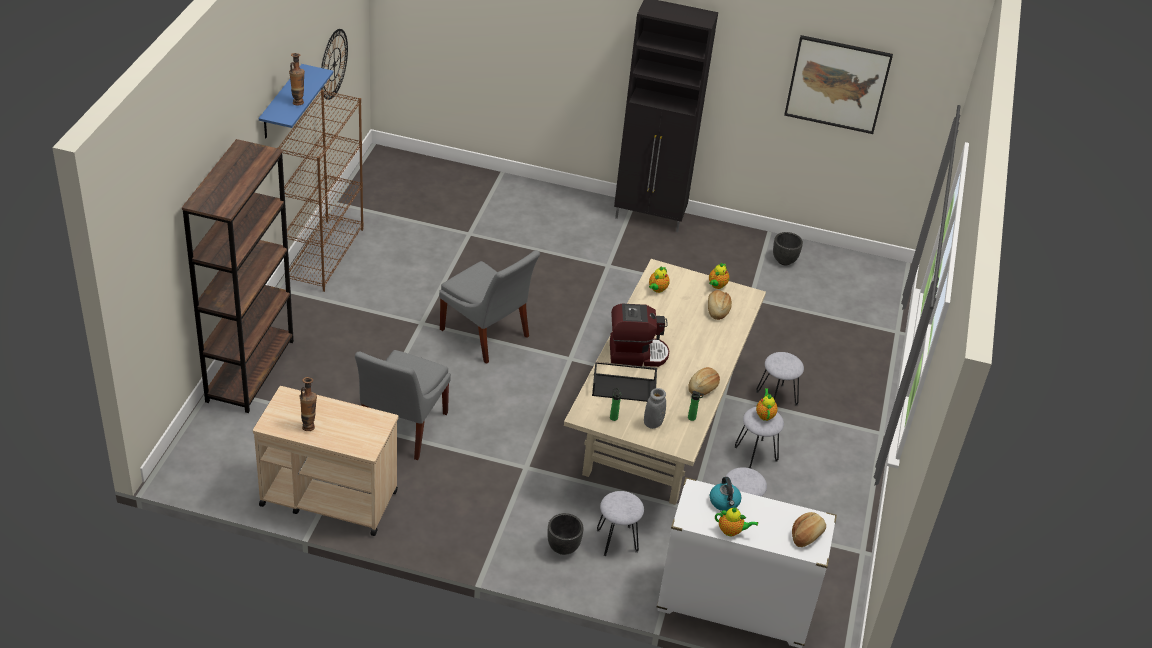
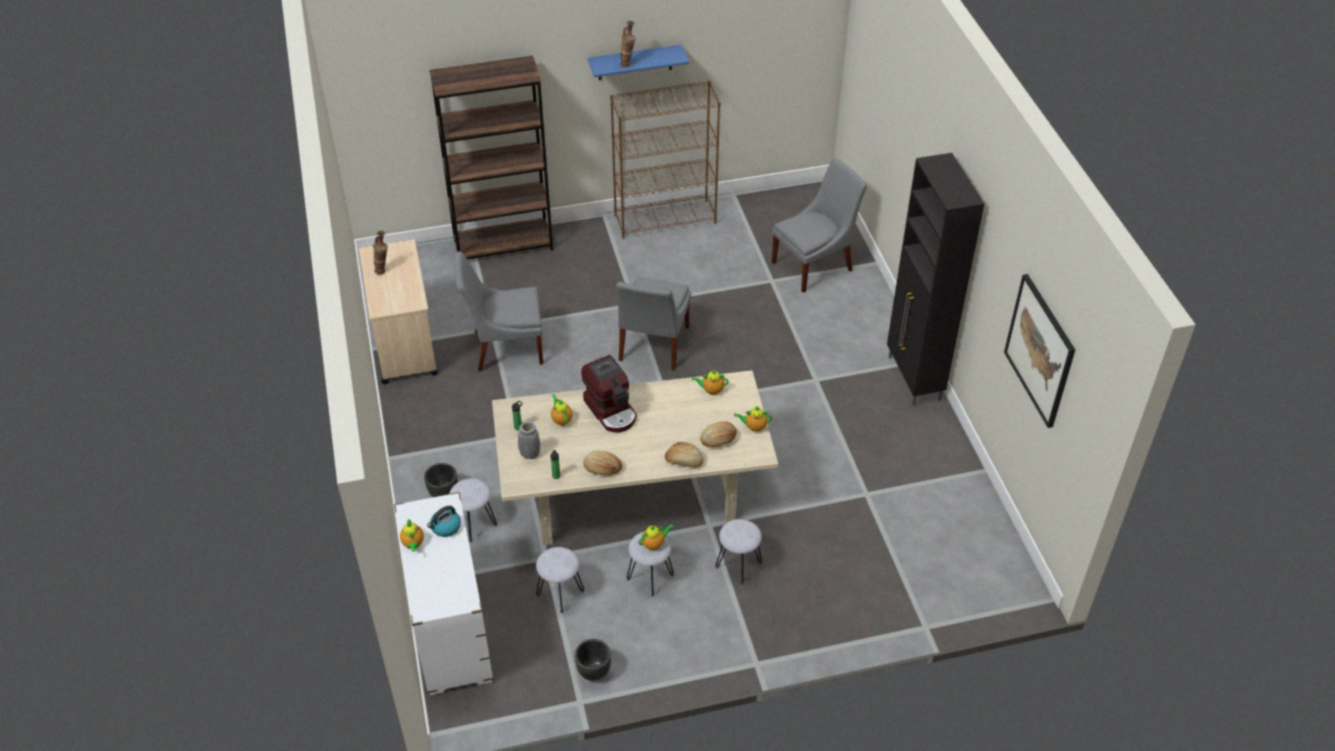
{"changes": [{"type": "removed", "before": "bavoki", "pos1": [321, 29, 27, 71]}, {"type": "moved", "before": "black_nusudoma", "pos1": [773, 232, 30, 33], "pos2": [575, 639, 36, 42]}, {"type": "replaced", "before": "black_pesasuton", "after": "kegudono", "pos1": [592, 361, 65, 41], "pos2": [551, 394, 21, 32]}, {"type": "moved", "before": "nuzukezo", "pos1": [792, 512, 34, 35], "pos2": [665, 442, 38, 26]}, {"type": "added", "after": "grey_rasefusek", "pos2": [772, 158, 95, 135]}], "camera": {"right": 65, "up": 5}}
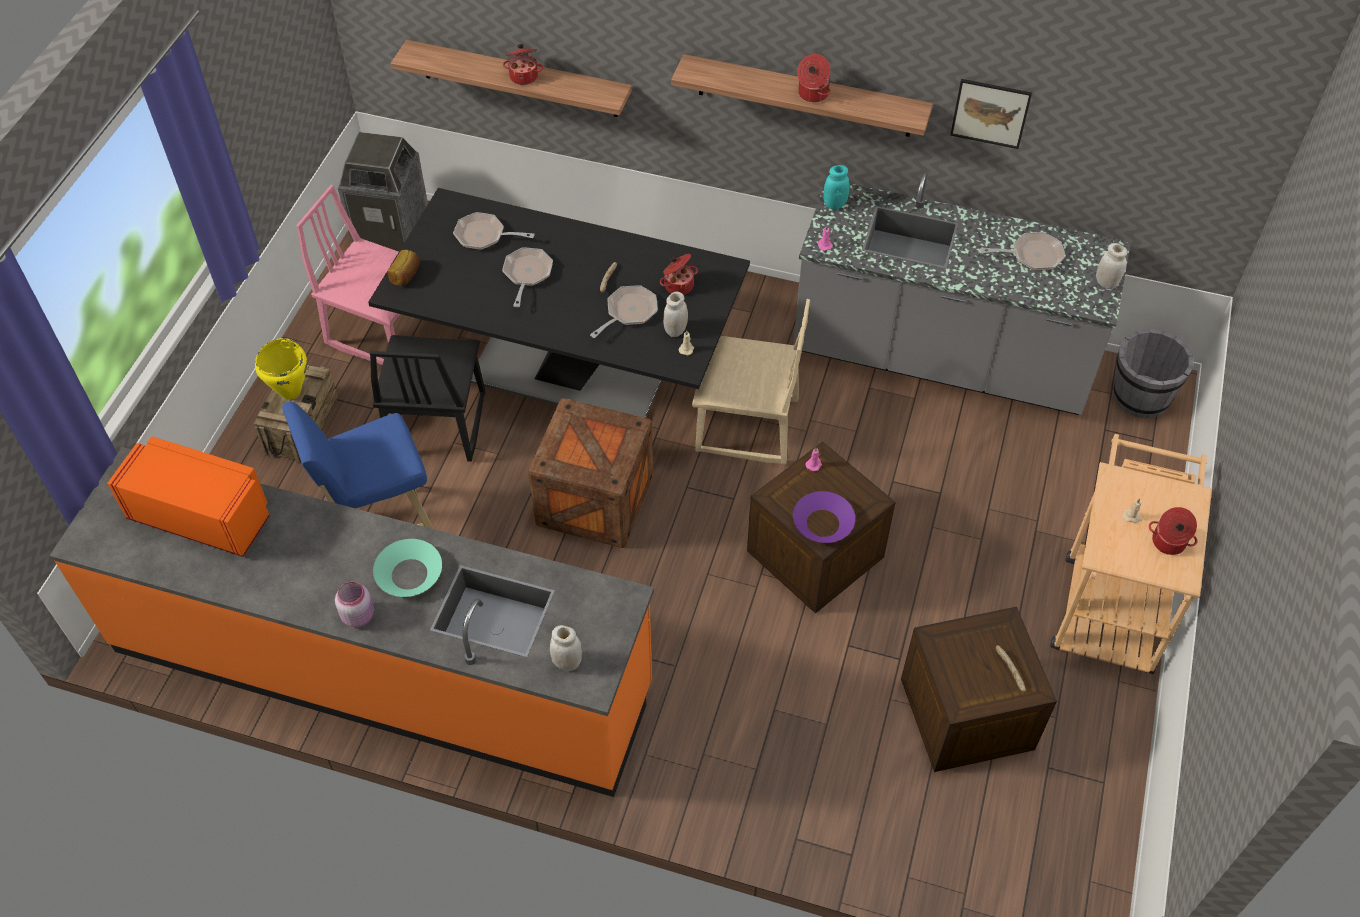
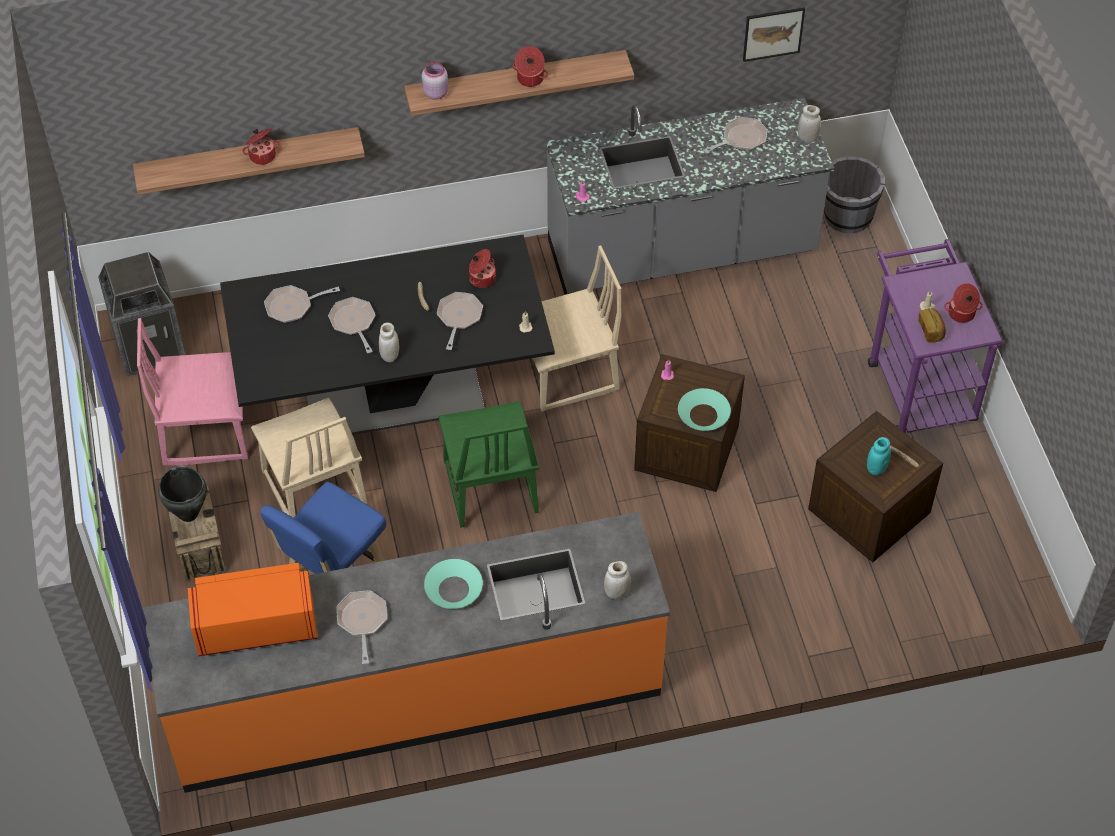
{"changes": [{"type": "moved", "before": "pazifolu", "pos1": [950, 79, 82, 70], "pos2": [743, 7, 62, 55]}, {"type": "moved", "before": "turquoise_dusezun", "pos1": [824, 165, 26, 44], "pos2": [867, 437, 24, 38]}, {"type": "moved", "before": "nuzukezo", "pos1": [387, 250, 33, 36], "pos2": [918, 308, 28, 35]}, {"type": "moved", "before": "white_dusezun", "pos1": [663, 292, 25, 45], "pos2": [379, 322, 20, 40]}, {"type": "recoloured", "before": "black_rasefusek", "after": "beige_rasefusek", "pos1": [369, 335, 117, 127], "pos2": [251, 398, 116, 120]}, {"type": "recoloured", "before": "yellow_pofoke", "after": "black_pofoke", "pos1": [255, 338, 52, 62], "pos2": [158, 466, 49, 56]}, {"type": "replaced", "before": "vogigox", "after": "green_rasefusek", "pos1": [528, 398, 125, 150], "pos2": [438, 401, 101, 127]}, {"type": "recoloured", "before": "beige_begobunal", "after": "purple_begobunal", "pos1": [1050, 434, 162, 240], "pos2": [868, 239, 135, 194]}, {"type": "recoloured", "before": "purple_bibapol", "after": "turquoise_bibapol", "pos1": [793, 491, 62, 52], "pos2": [678, 388, 53, 43]}, {"type": "moved", "before": "pink_dusezun", "pos1": [335, 582, 39, 45], "pos2": [422, 62, 26, 38]}, {"type": "added", "after": "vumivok", "pos2": [336, 590, 51, 74]}], "camera": {"right": -30, "up": 0}}
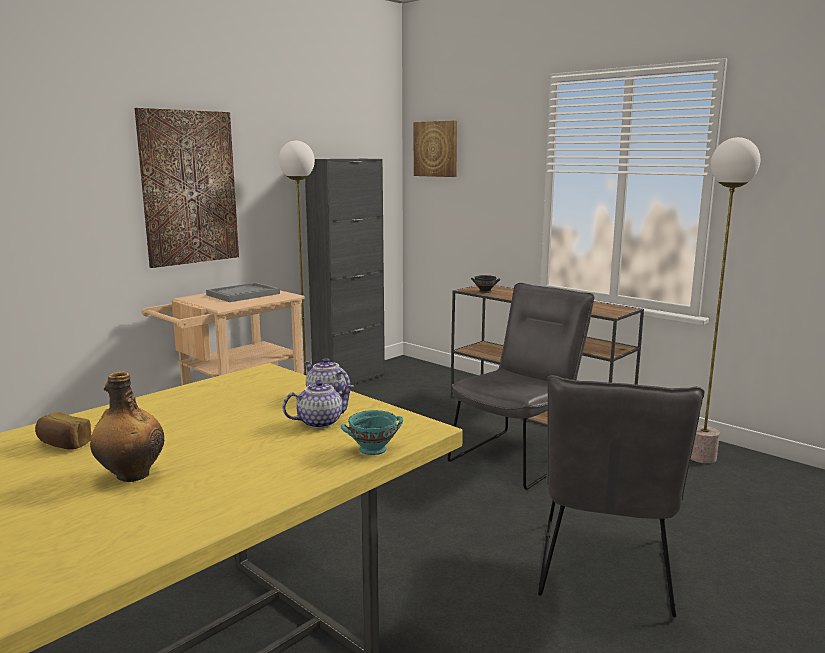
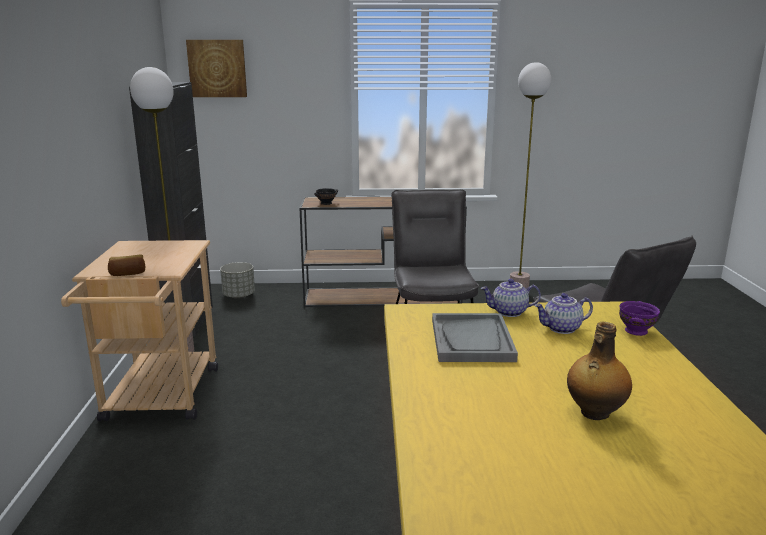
{"changes": [{"type": "removed", "before": "pazifolu", "pos1": [134, 108, 105, 160]}, {"type": "moved", "before": "grey_pesasuton", "pos1": [206, 283, 74, 19], "pos2": [432, 313, 86, 49]}, {"type": "turned", "before": "kegudono", "pos1": [283, 380, 72, 48], "pos2": [534, 293, 59, 41], "turn": -120}, {"type": "recoloured", "before": "turquoise_bibapol", "after": "purple_bibapol", "pos1": [341, 410, 62, 45], "pos2": [619, 301, 41, 35]}, {"type": "moved", "before": "nuzukezo", "pos1": [35, 412, 57, 38], "pos2": [108, 254, 37, 22]}, {"type": "added", "after": "grey_nusudoma", "pos2": [220, 262, 35, 37]}], "camera": {"right": -45, "up": 5}}
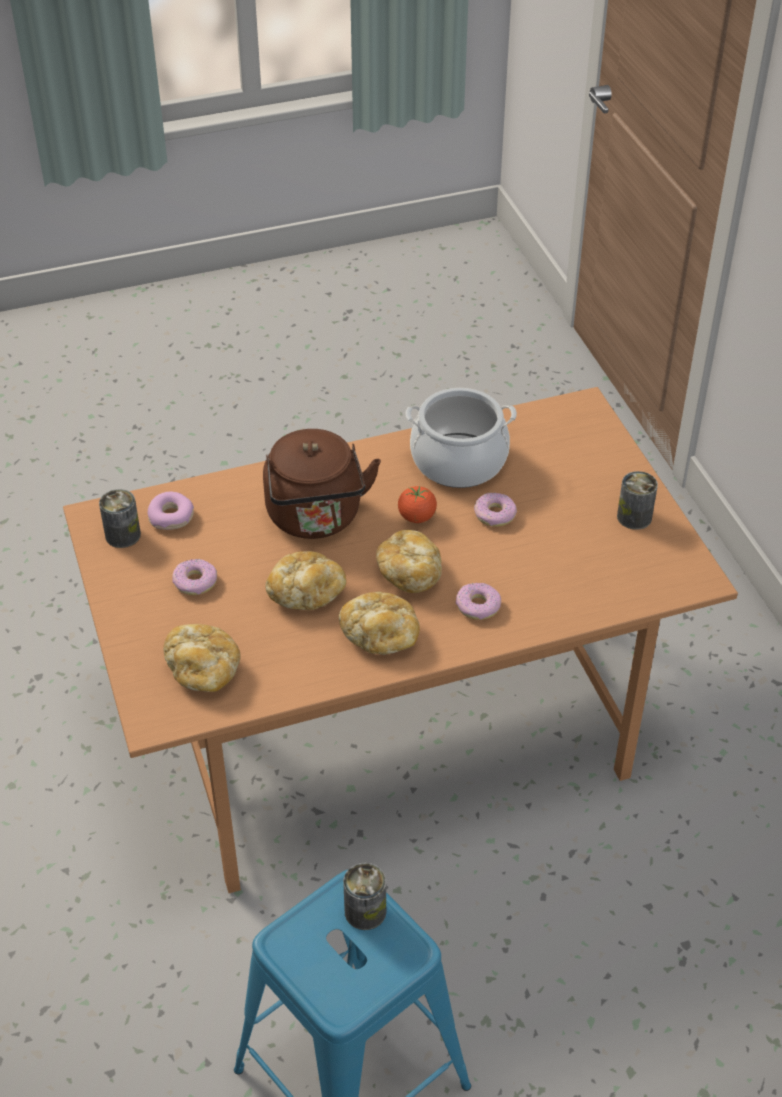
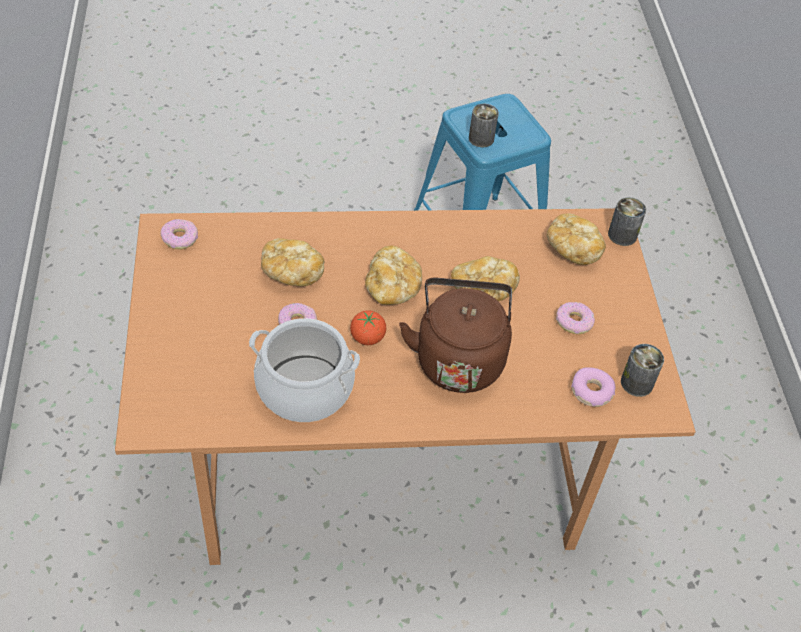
{"changes": [{"type": "moved", "before": "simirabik", "pos1": [617, 471, 41, 59], "pos2": [608, 197, 38, 49]}, {"type": "moved", "before": "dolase", "pos1": [456, 583, 45, 37], "pos2": [160, 219, 38, 30]}, {"type": "moved", "before": "nuzukezo", "pos1": [339, 592, 81, 63], "pos2": [261, 238, 63, 48]}], "camera": {"right": -170, "up": 5}}
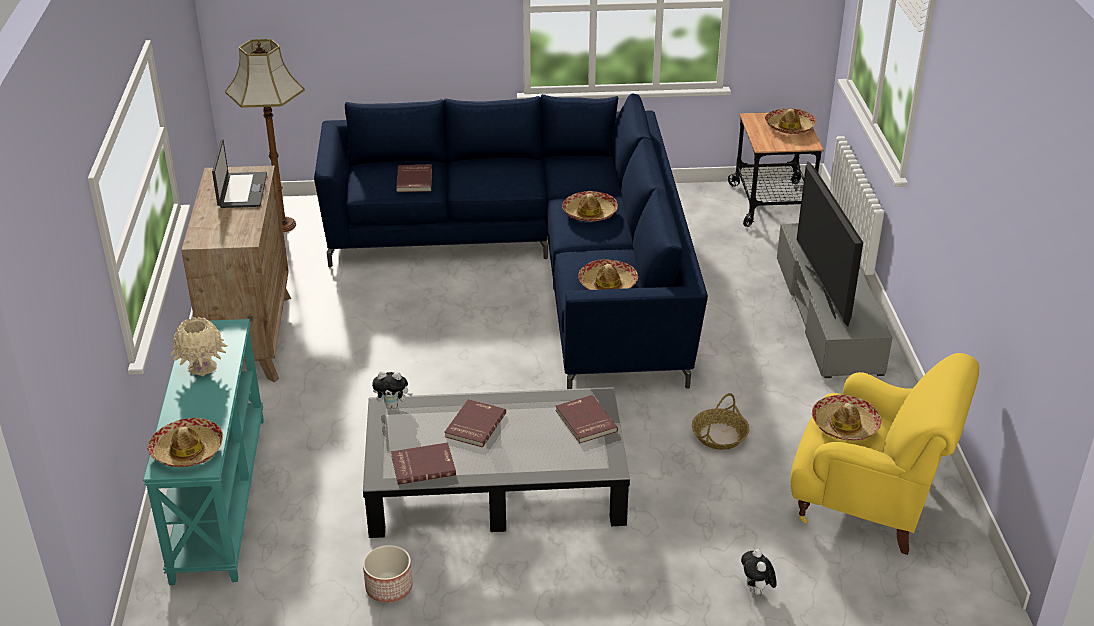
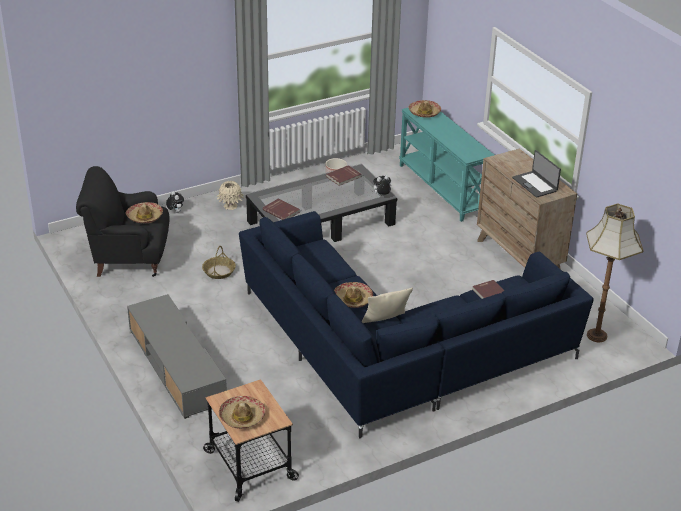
{"changes": [{"type": "removed", "before": "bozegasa", "pos1": [797, 161, 66, 165]}, {"type": "removed", "before": "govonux", "pos1": [578, 259, 60, 31]}, {"type": "moved", "before": "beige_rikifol", "pos1": [170, 317, 57, 60], "pos2": [217, 181, 27, 29]}, {"type": "recoloured", "before": "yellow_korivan", "after": "black_korivan", "pos1": [790, 353, 189, 202], "pos2": [76, 166, 93, 111]}, {"type": "removed", "before": "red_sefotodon", "pos1": [444, 399, 62, 49]}, {"type": "added", "after": "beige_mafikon", "pos2": [361, 288, 52, 35]}], "camera": {"right": 155, "up": 0}}
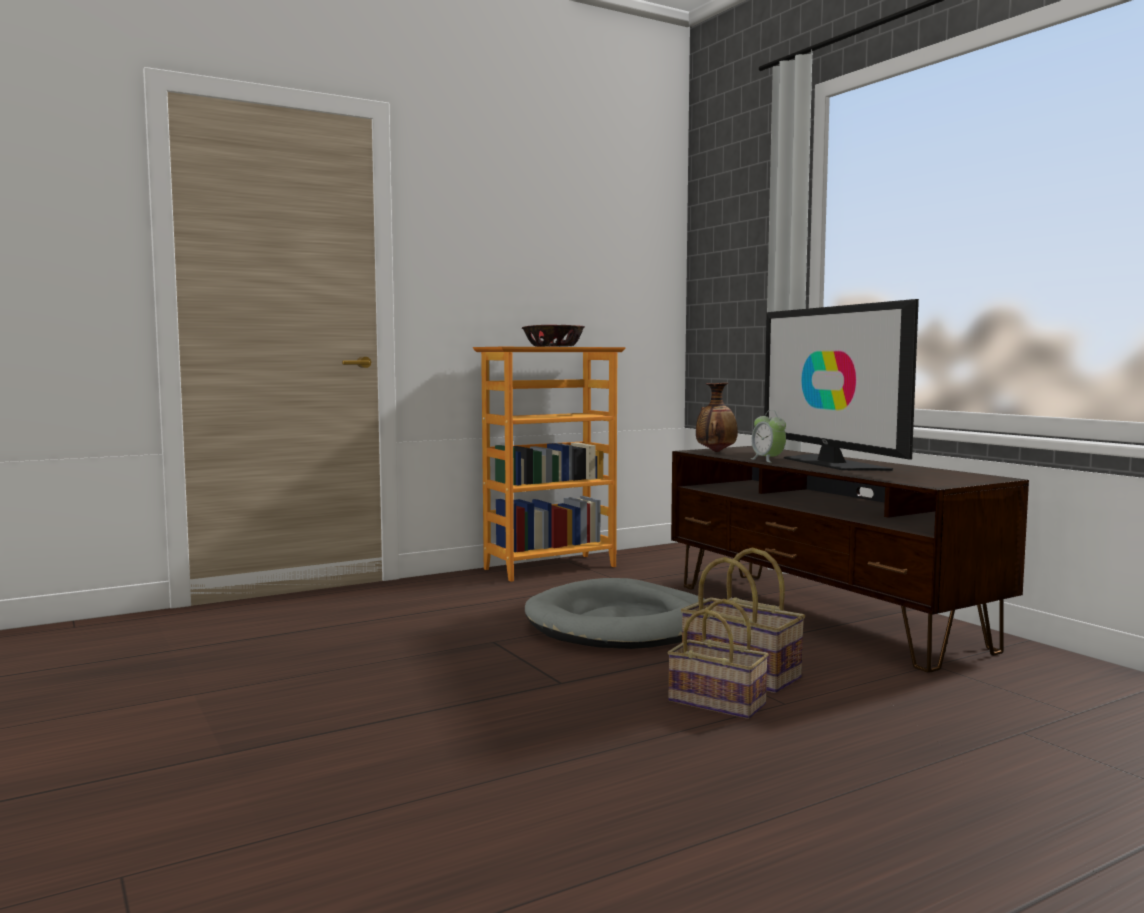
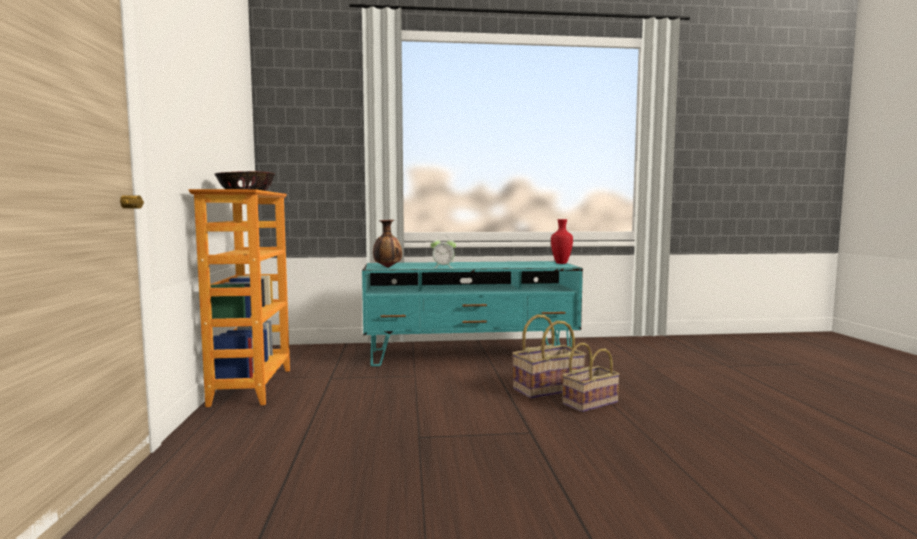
{"changes": [{"type": "removed", "before": "bozegasa", "pos1": [764, 299, 155, 172]}, {"type": "recoloured", "before": "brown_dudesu", "after": "turquoise_dudesu", "pos1": [671, 446, 358, 226], "pos2": [362, 261, 221, 105]}, {"type": "removed", "before": "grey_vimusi", "pos1": [525, 578, 180, 71]}, {"type": "added", "after": "red_rikifol", "pos2": [551, 219, 22, 45]}], "camera": {"right": -65, "up": 0}}
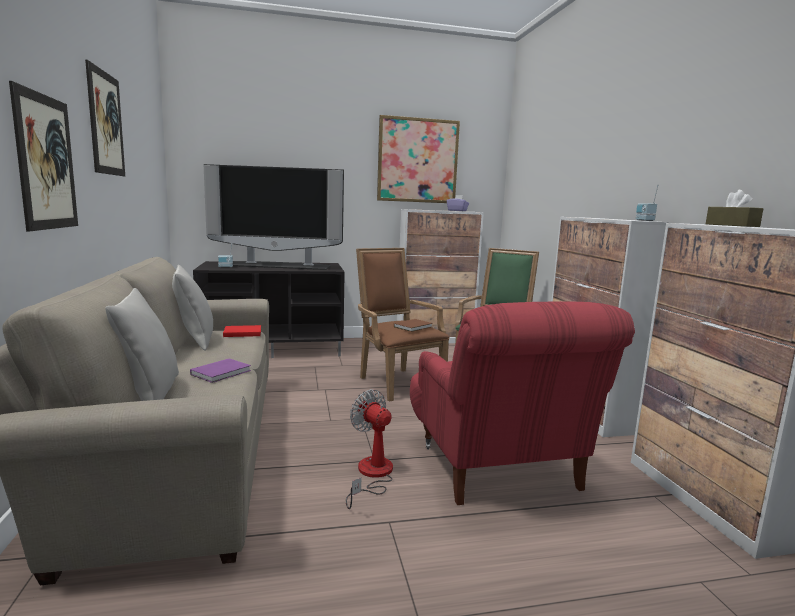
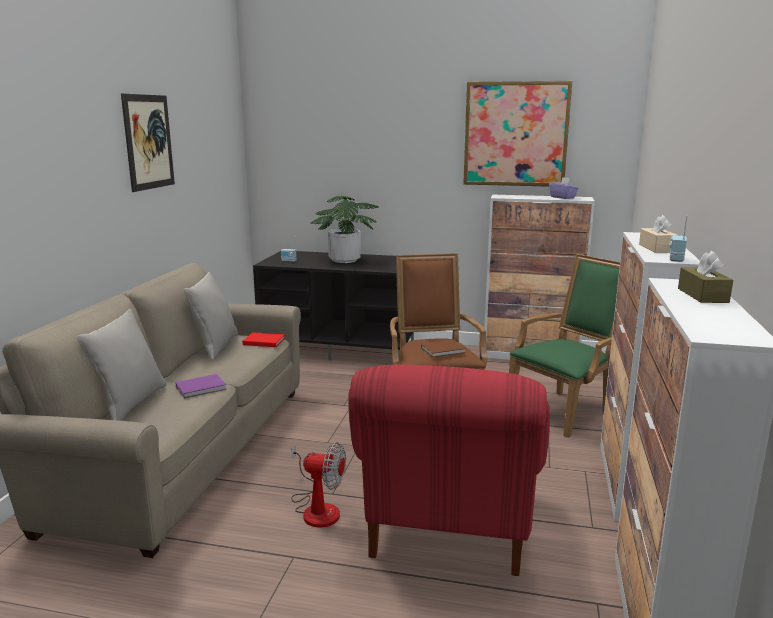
{"changes": [{"type": "removed", "before": "pazifolu", "pos1": [9, 81, 69, 150]}, {"type": "replaced", "before": "bozegasa", "after": "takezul", "pos1": [204, 164, 140, 106], "pos2": [310, 196, 69, 67]}, {"type": "turned", "before": "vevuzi", "pos1": [346, 389, 47, 120], "pos2": [291, 442, 55, 86], "turn": 120}, {"type": "added", "after": "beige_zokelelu", "pos2": [639, 215, 39, 38]}], "camera": {"right": 25, "up": 5}}
